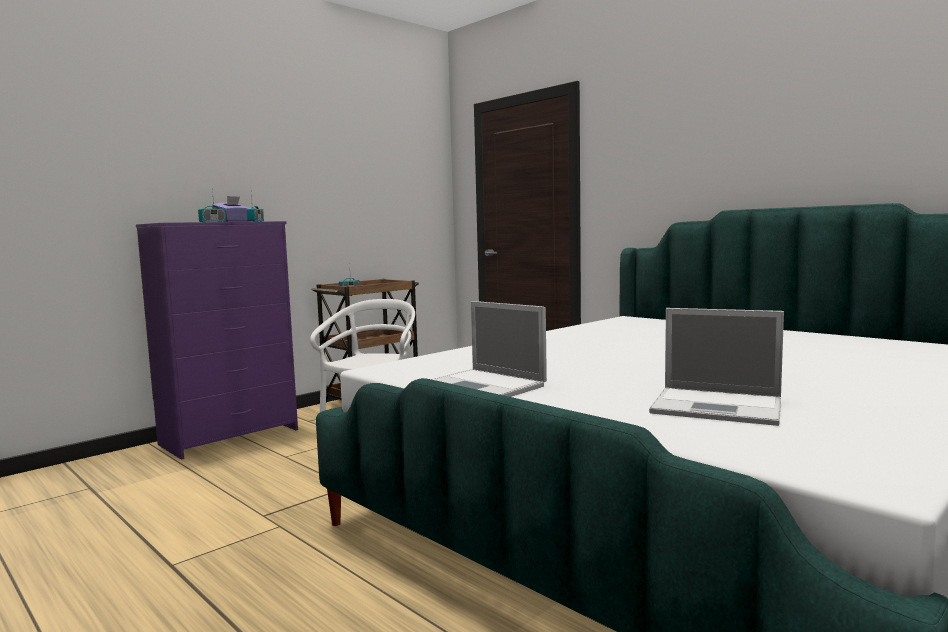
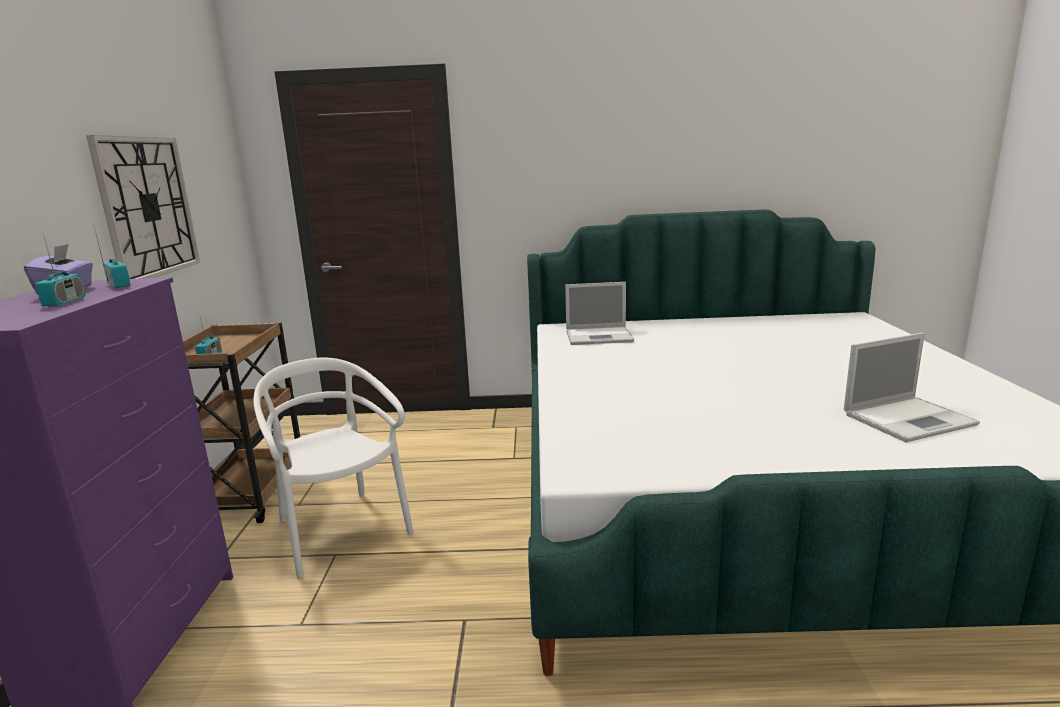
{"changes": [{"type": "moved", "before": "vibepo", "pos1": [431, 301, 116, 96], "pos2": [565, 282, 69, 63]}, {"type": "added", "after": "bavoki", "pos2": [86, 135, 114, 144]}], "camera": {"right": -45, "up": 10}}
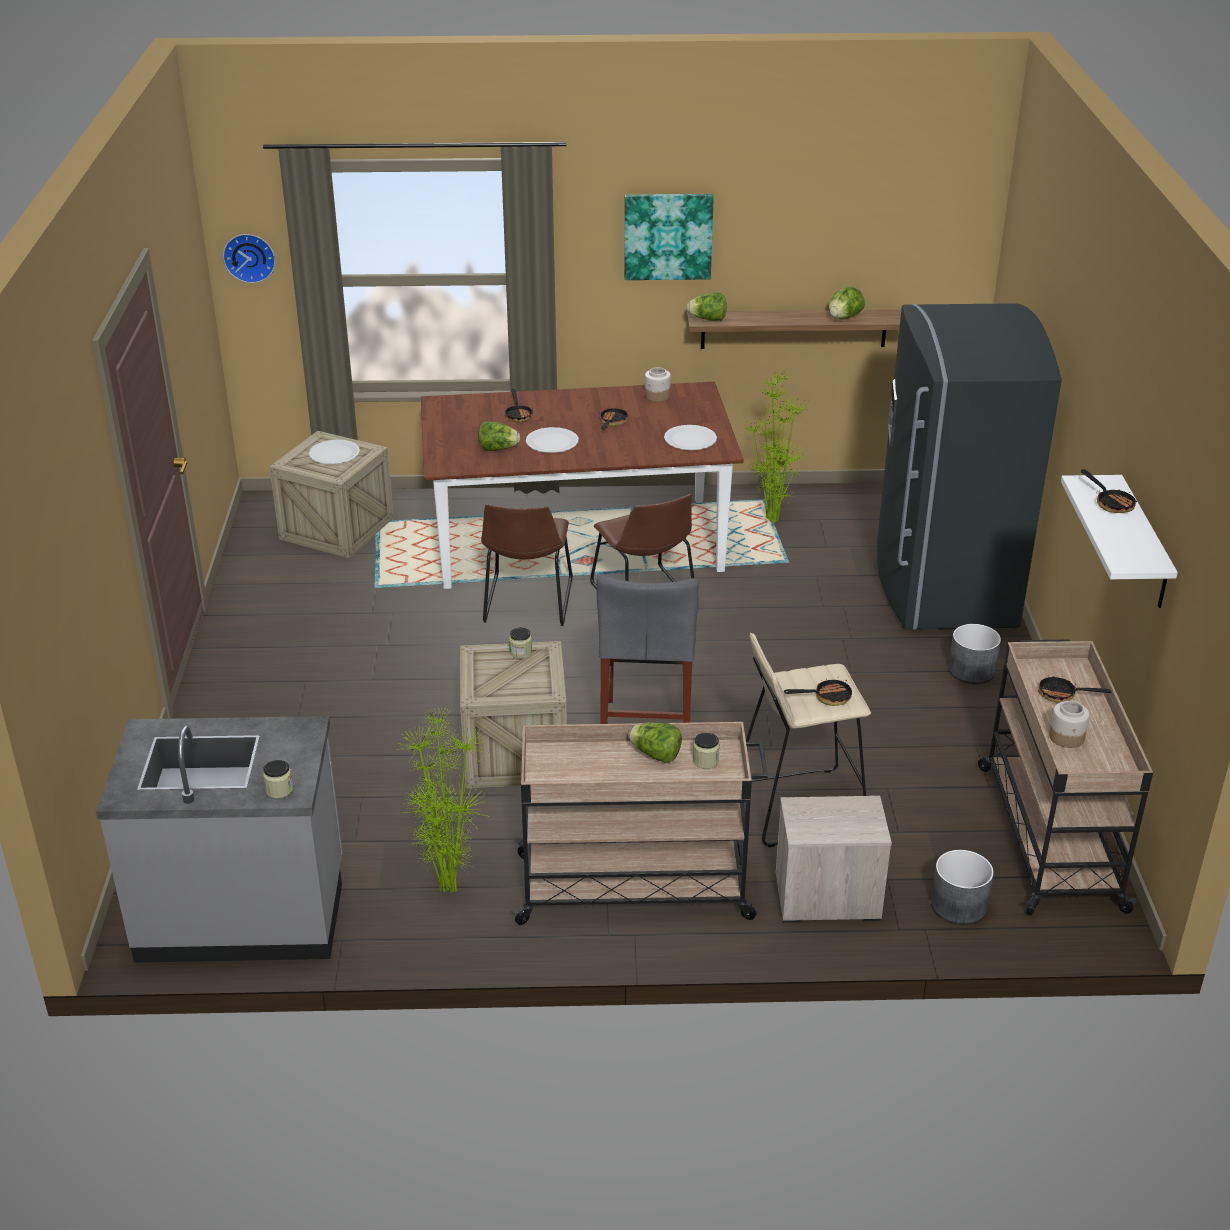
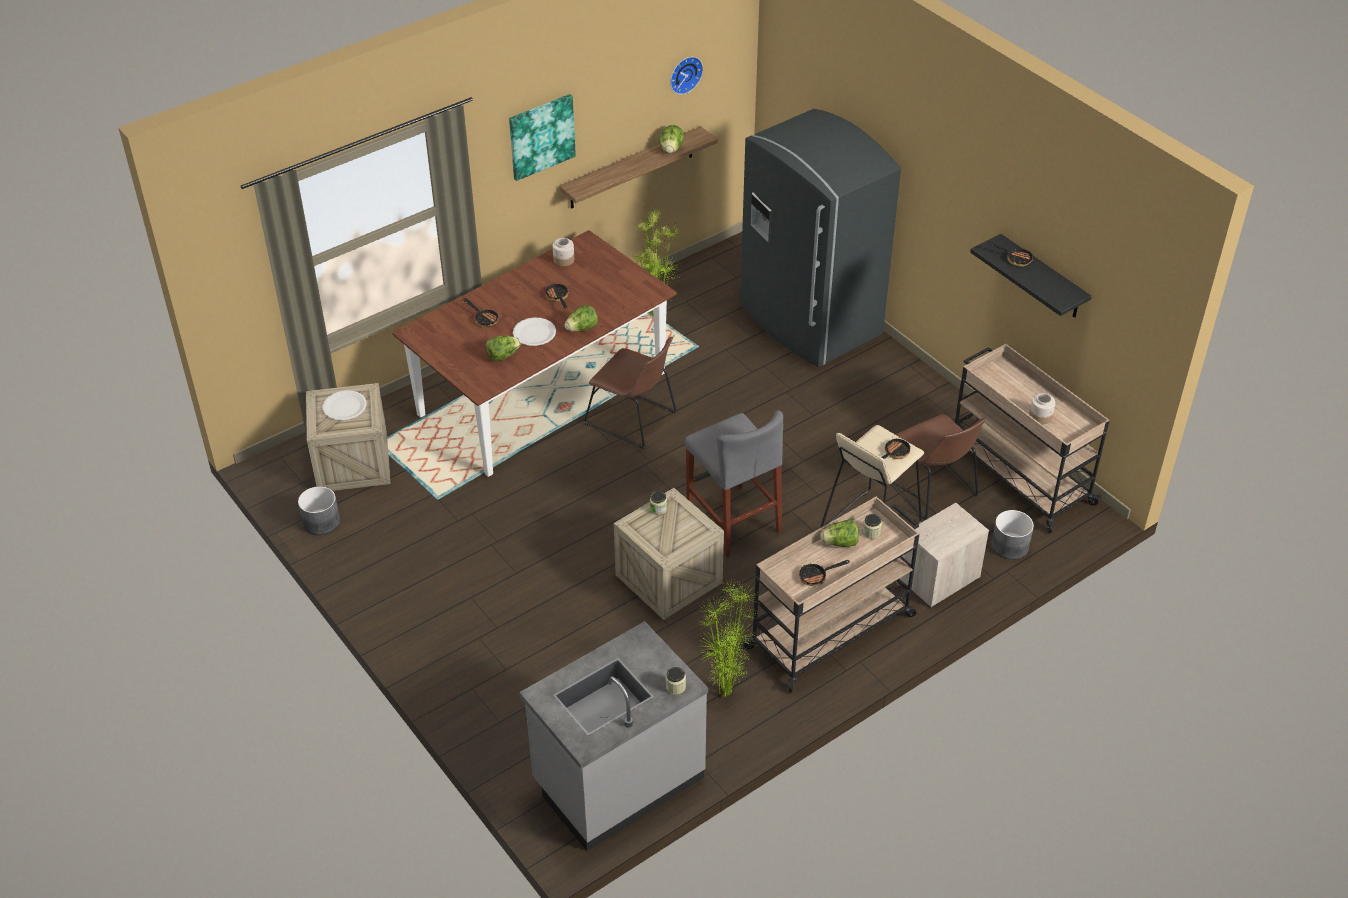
{"changes": [{"type": "moved", "before": "bavoki", "pos1": [223, 234, 52, 49], "pos2": [670, 57, 33, 38]}, {"type": "moved", "before": "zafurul", "pos1": [687, 292, 39, 29], "pos2": [565, 305, 33, 26]}, {"type": "removed", "before": "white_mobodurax", "pos1": [664, 425, 53, 25]}, {"type": "recoloured", "before": "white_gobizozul", "after": "black_gobizozul", "pos1": [1061, 475, 117, 133], "pos2": [970, 234, 122, 84]}, {"type": "moved", "before": "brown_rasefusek", "pos1": [481, 504, 92, 122], "pos2": [891, 414, 94, 106]}, {"type": "moved", "before": "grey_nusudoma", "pos1": [948, 624, 53, 60], "pos2": [298, 486, 42, 49]}, {"type": "moved", "before": "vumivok", "pos1": [1038, 676, 73, 27], "pos2": [799, 560, 51, 26]}], "camera": {"right": -35, "up": 10}}
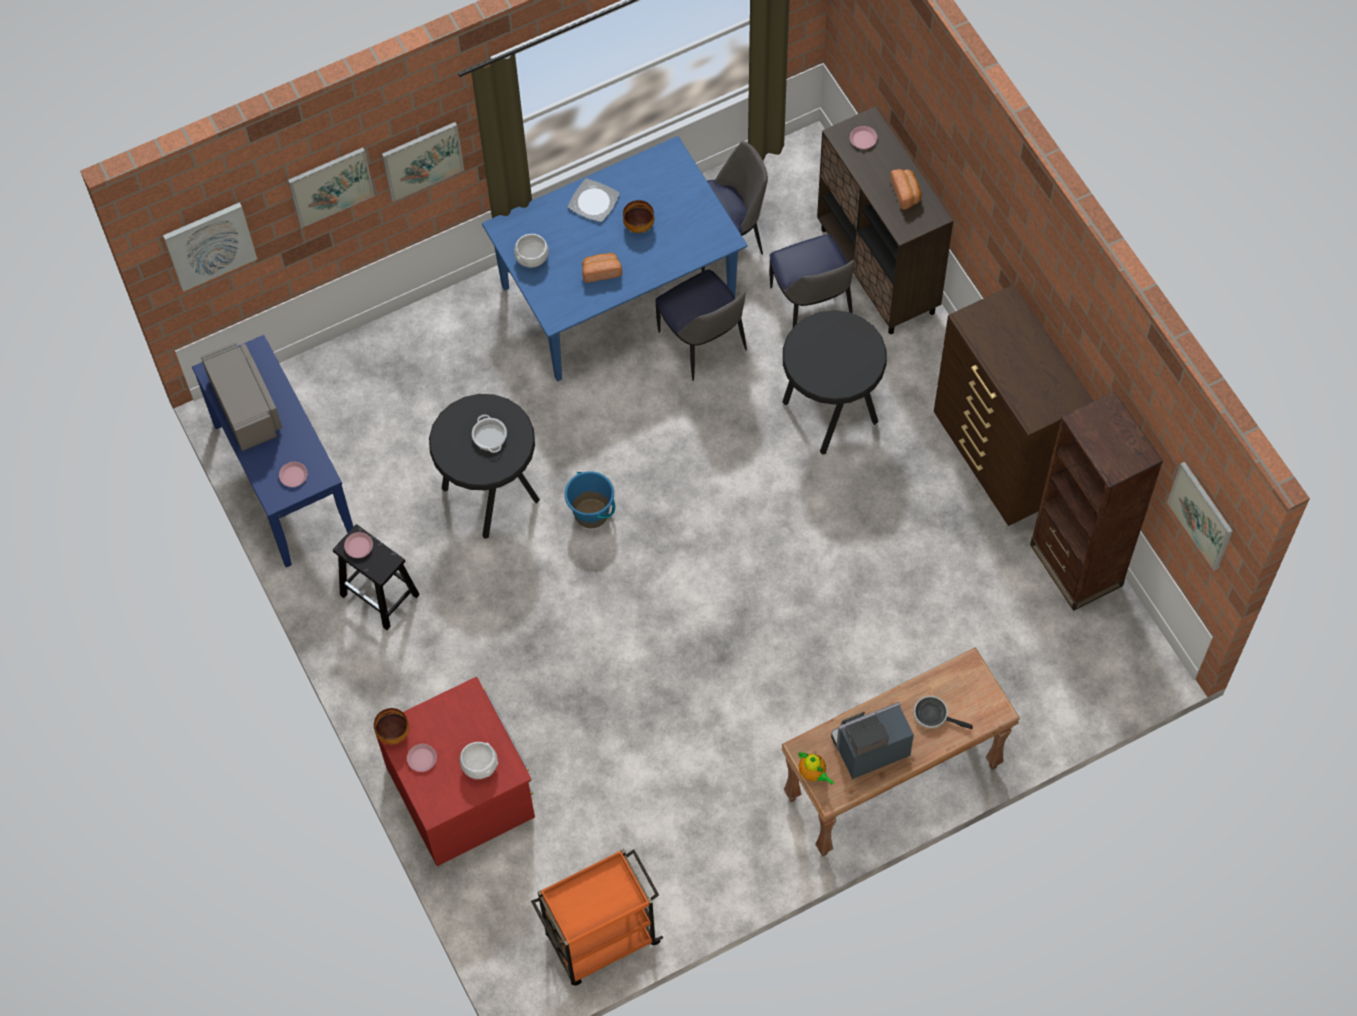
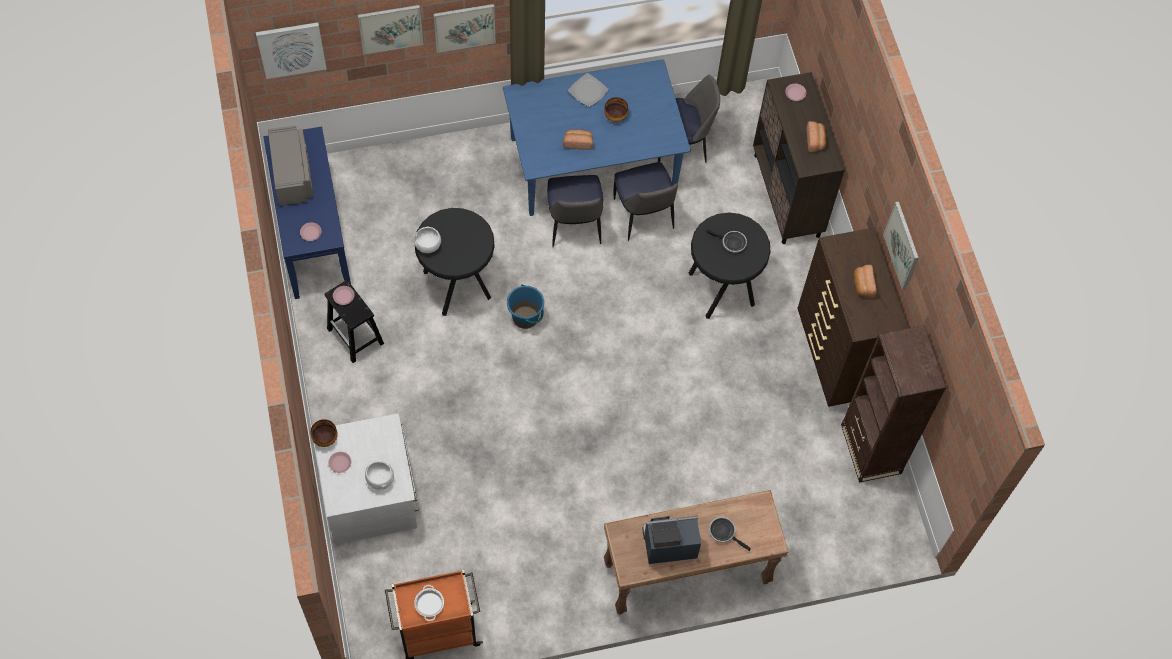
{"changes": [{"type": "moved", "before": "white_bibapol", "pos1": [514, 234, 35, 34], "pos2": [414, 226, 27, 27]}, {"type": "moved", "before": "rasefusek", "pos1": [769, 234, 86, 93], "pos2": [547, 175, 56, 72]}, {"type": "moved", "before": "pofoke", "pos1": [472, 414, 35, 39], "pos2": [414, 585, 30, 36]}, {"type": "moved", "before": "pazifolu", "pos1": [1167, 462, 66, 109], "pos2": [883, 202, 36, 87]}, {"type": "recoloured", "before": "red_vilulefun", "after": "white_vilulefun", "pos1": [373, 677, 162, 189], "pos2": [315, 414, 104, 130]}, {"type": "removed", "before": "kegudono", "pos1": [798, 752, 36, 33]}, {"type": "added", "after": "vumivok", "pos2": [706, 229, 41, 24]}, {"type": "added", "after": "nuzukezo", "pos2": [854, 265, 23, 33]}], "camera": {"right": 10, "up": 0}}
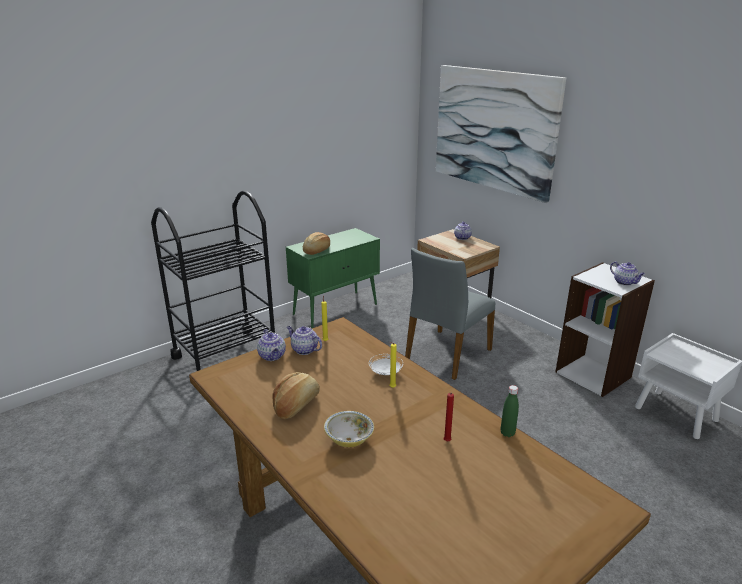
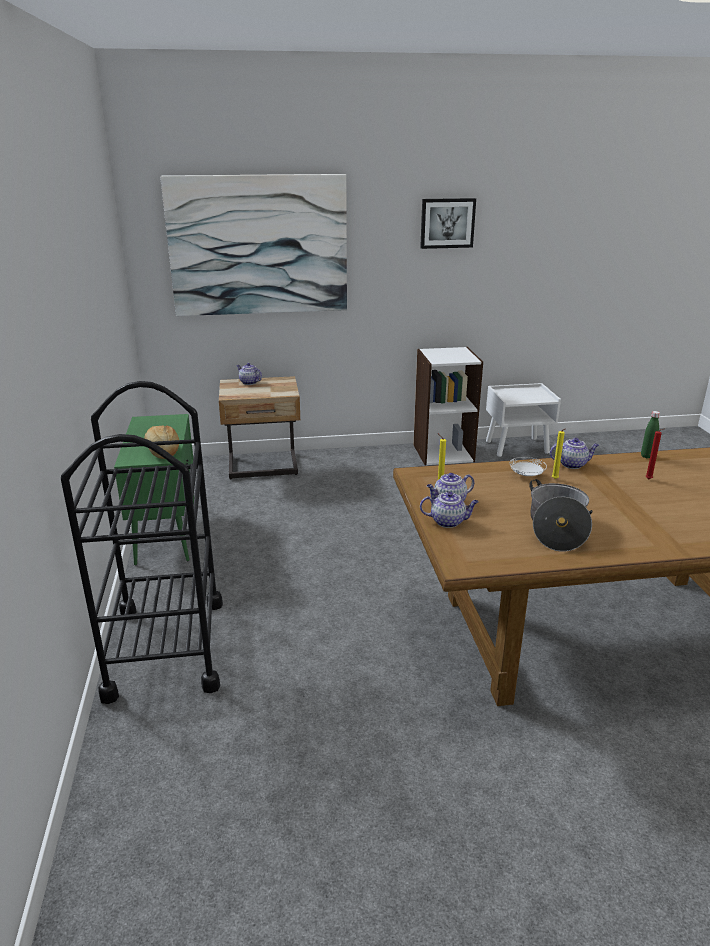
{"changes": [{"type": "removed", "before": "grey_rasefusek", "pos1": [405, 248, 90, 132]}, {"type": "moved", "before": "kegudono", "pos1": [610, 261, 35, 25], "pos2": [550, 438, 49, 31]}, {"type": "replaced", "before": "nuzukezo", "after": "pofoke", "pos1": [272, 372, 48, 47], "pos2": [530, 479, 62, 73]}, {"type": "removed", "before": "bibapol", "pos1": [324, 411, 50, 36]}, {"type": "added", "after": "pazifolu", "pos2": [420, 198, 56, 51]}], "camera": {"right": -60, "up": 0}}
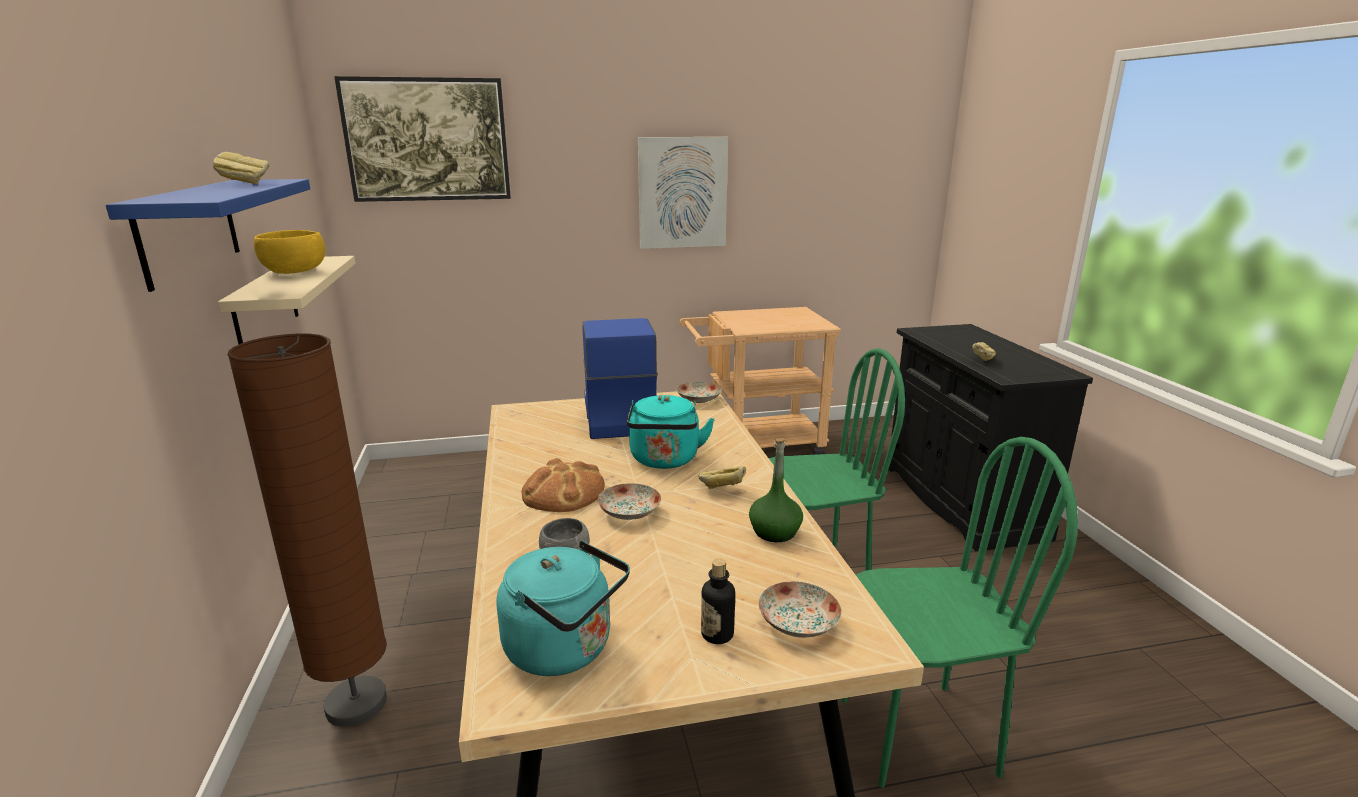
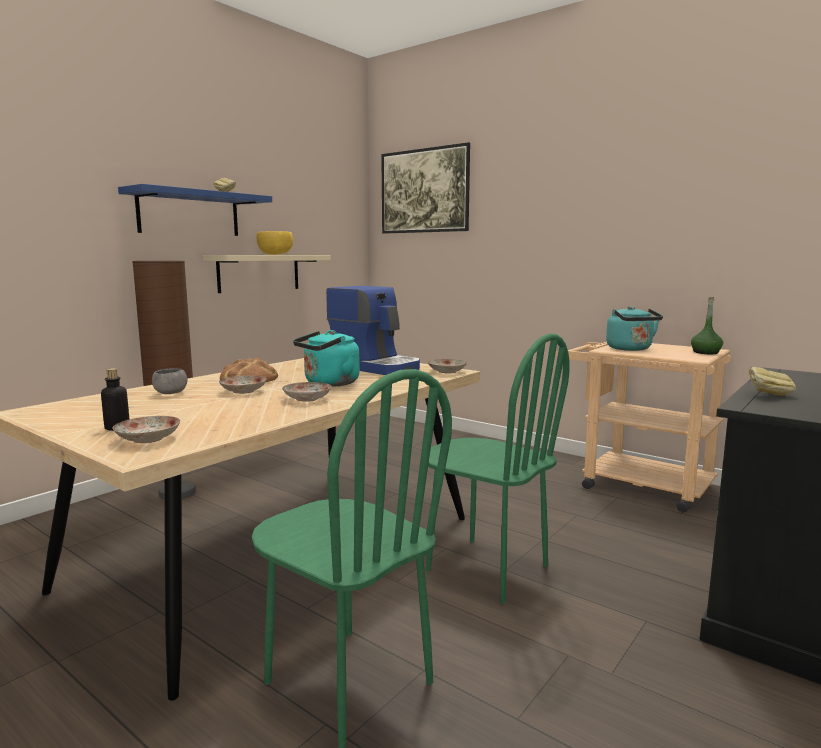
{"changes": [{"type": "removed", "before": "pazifolu", "pos1": [638, 137, 90, 112]}, {"type": "turned", "before": "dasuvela", "pos1": [582, 318, 76, 121], "pos2": [326, 286, 94, 89], "turn": 90}, {"type": "moved", "before": "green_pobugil", "pos1": [749, 438, 54, 104], "pos2": [691, 297, 32, 57]}, {"type": "replaced", "before": "nuzukezo", "after": "mobodurax", "pos1": [698, 466, 48, 23], "pos2": [282, 382, 50, 20]}, {"type": "moved", "before": "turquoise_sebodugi", "pos1": [497, 541, 133, 135], "pos2": [606, 306, 57, 45]}], "camera": {"right": 50, "up": -10}}
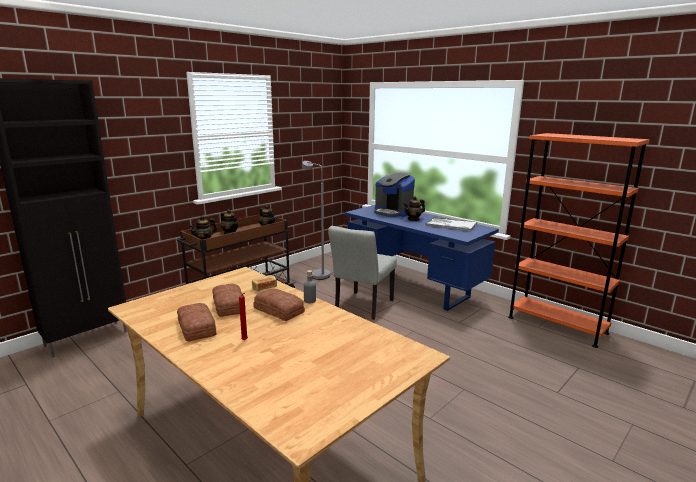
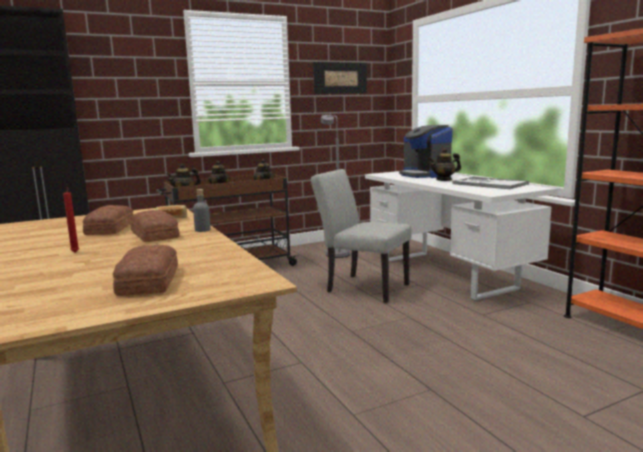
{"changes": [{"type": "recoloured", "before": "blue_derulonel", "after": "white_derulonel", "pos1": [345, 205, 154, 106], "pos2": [365, 171, 193, 130]}, {"type": "turned", "before": "grey_rasefusek", "pos1": [328, 226, 69, 94], "pos2": [311, 169, 101, 134], "turn": 75}, {"type": "moved", "before": "nuzukezo", "pos1": [177, 303, 39, 39], "pos2": [113, 245, 65, 51]}, {"type": "added", "after": "pazifolu", "pos2": [313, 62, 54, 32]}], "camera": {"right": 20, "up": -5}}
